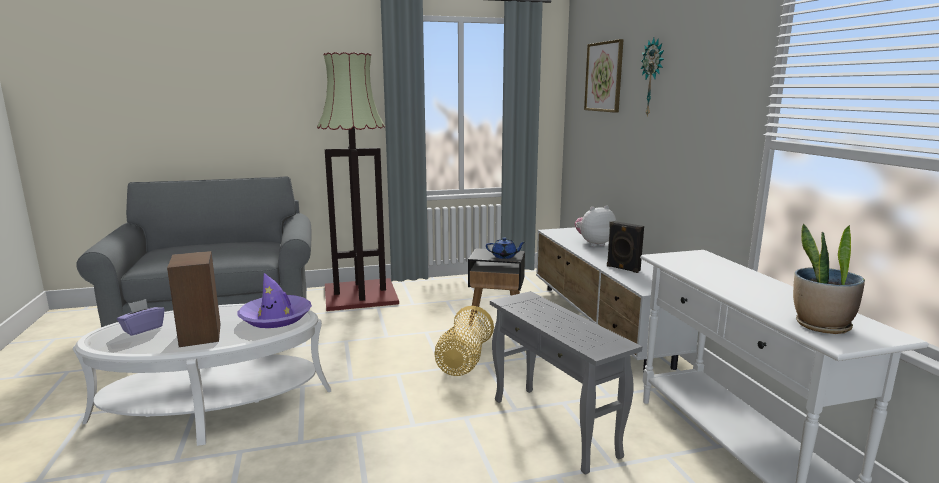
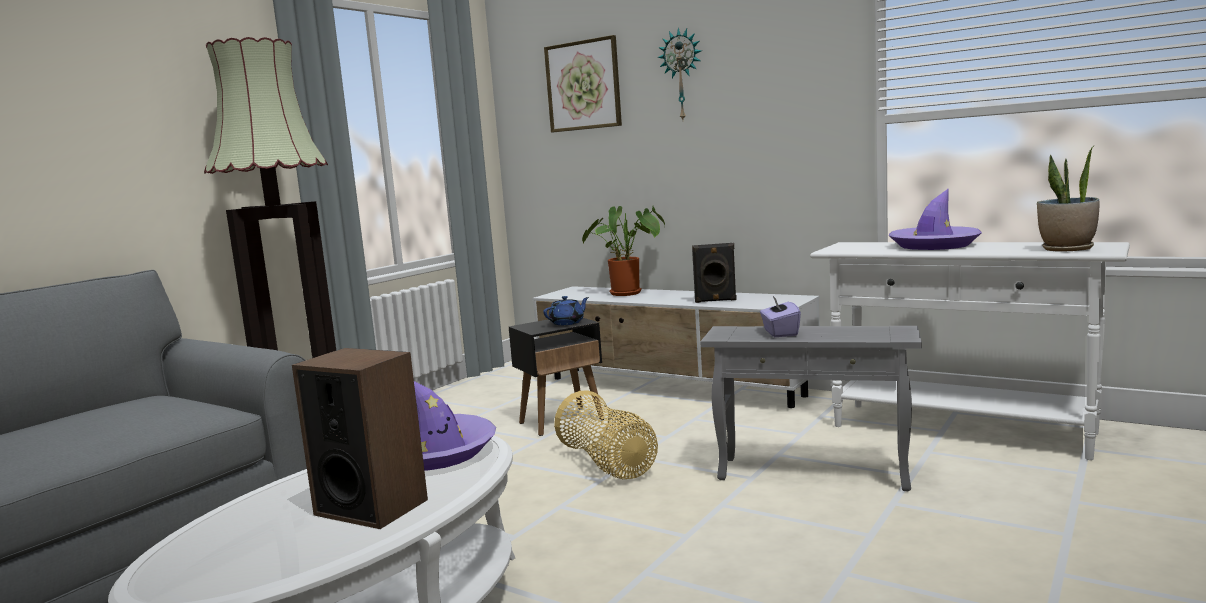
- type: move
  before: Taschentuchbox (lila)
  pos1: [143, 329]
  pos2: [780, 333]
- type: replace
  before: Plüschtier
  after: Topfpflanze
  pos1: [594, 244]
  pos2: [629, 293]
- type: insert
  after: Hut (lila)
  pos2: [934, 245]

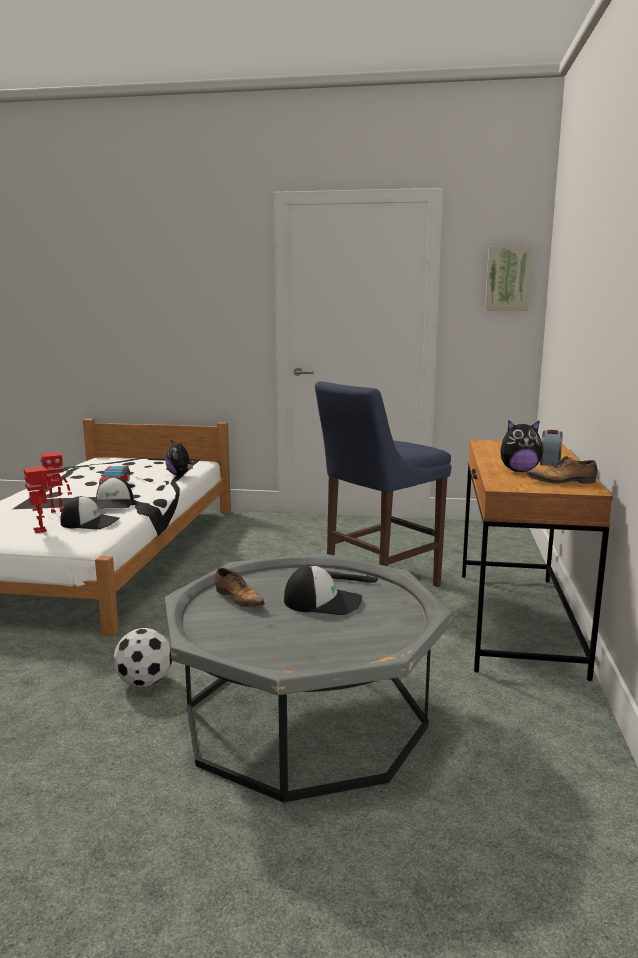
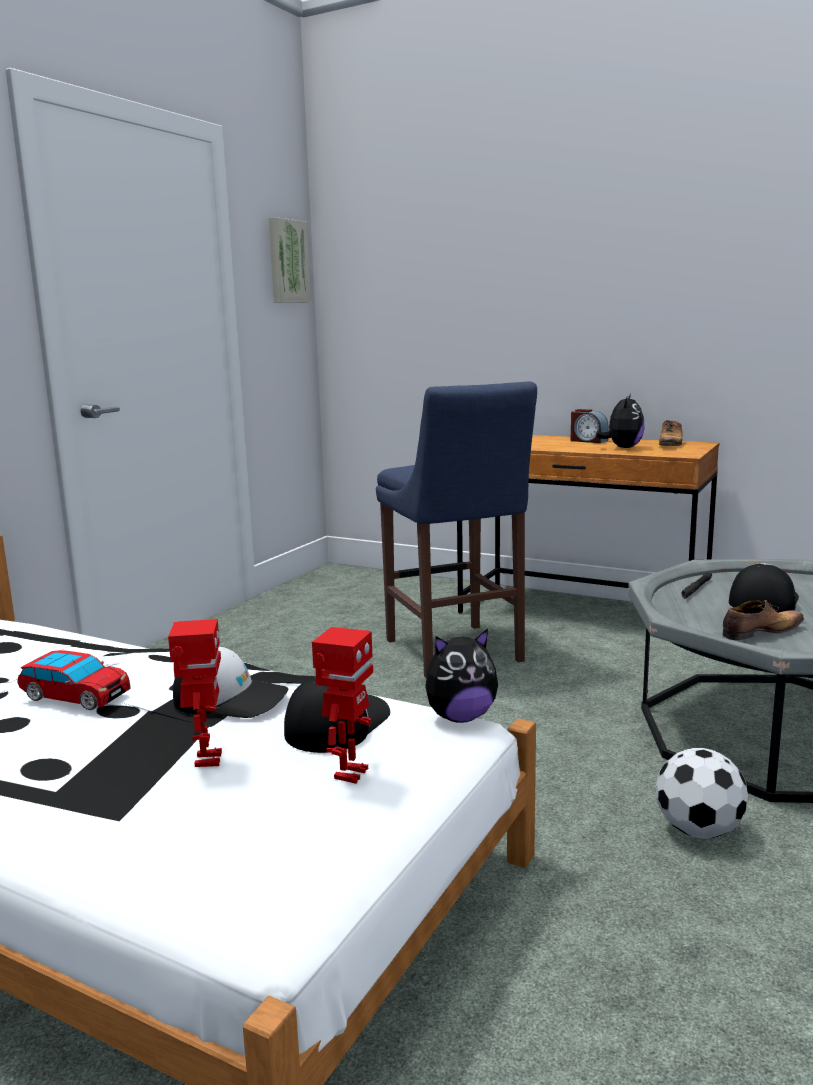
- type: rotate
  before: Spielzeugroboter
  pos1: [41, 530]
  pos2: [349, 773]
  turn: -60
- type: move
  before: Plüschtier
  pos1: [180, 475]
  pos2: [460, 717]

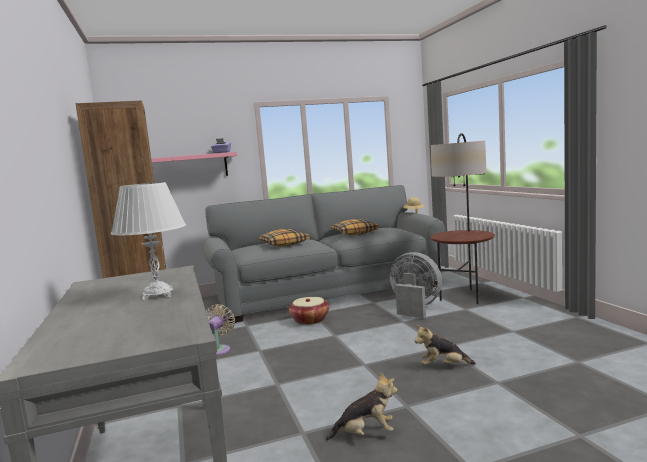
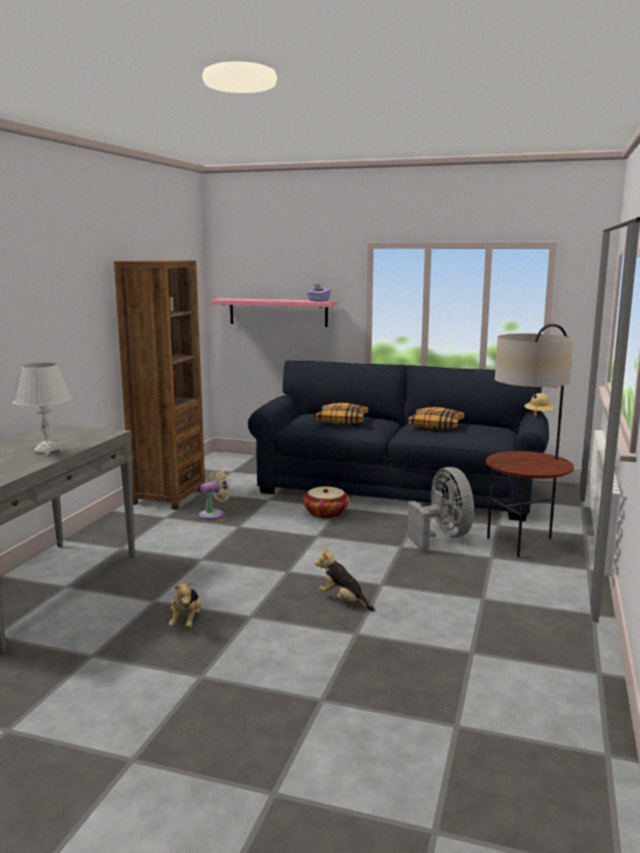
- type: recolor
  before: Sofa (grau)
  after: Sofa (blau)
  pos1: [327, 292]
  pos2: [397, 489]
- type: rotate
  before: Plüschtier
  pos1: [366, 434]
  pos2: [187, 621]
  turn: 60

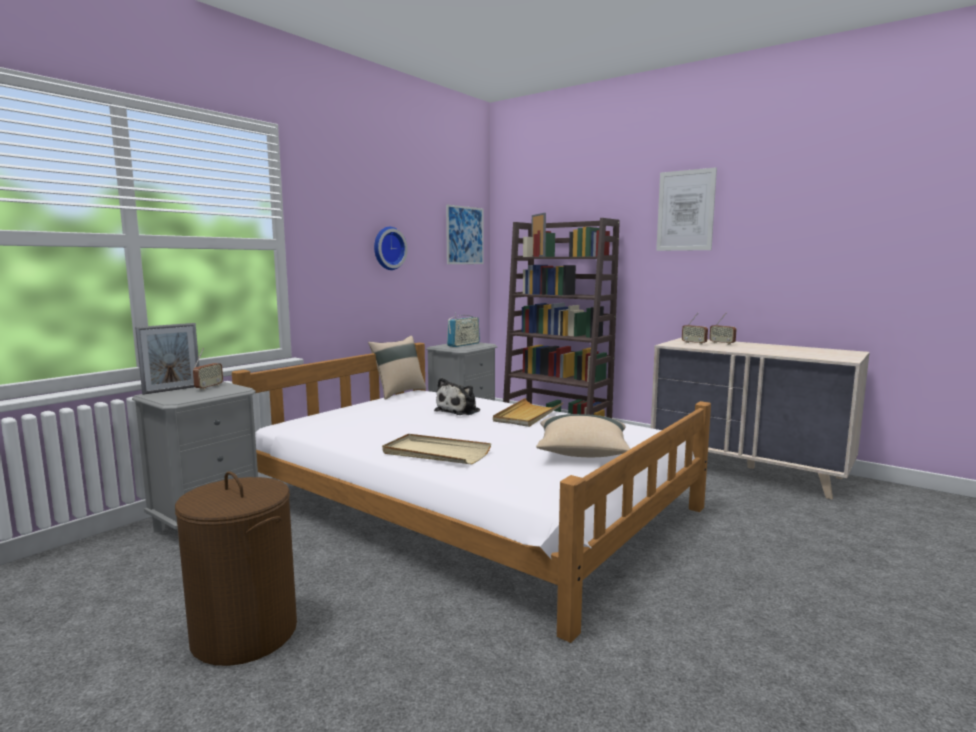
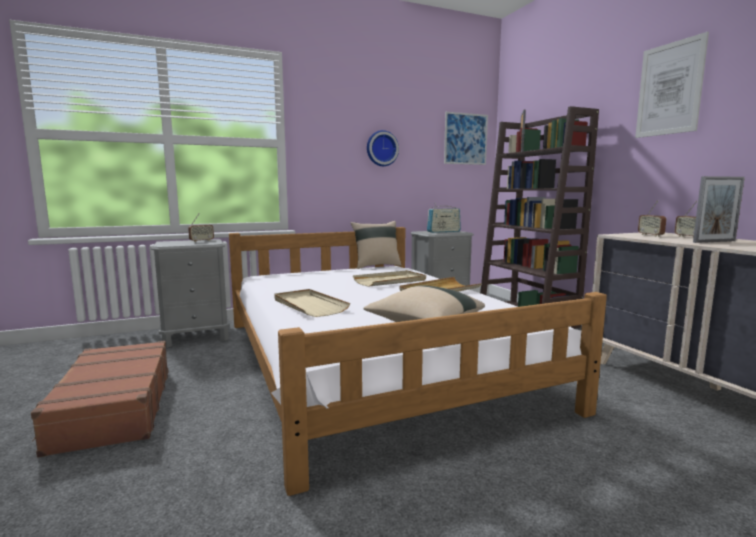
- type: move
  before: Bilderrahmen
  pos1: [172, 390]
  pos2: [714, 241]
- type: replace
  before: Wäschekorb (braun)
  after: Koffer (braun)
  pos1: [245, 634]
  pos2: [113, 408]
- type: replace
  before: Plüschtier
  after: Tablett (beige)
  pos1: [459, 411]
  pos2: [390, 281]

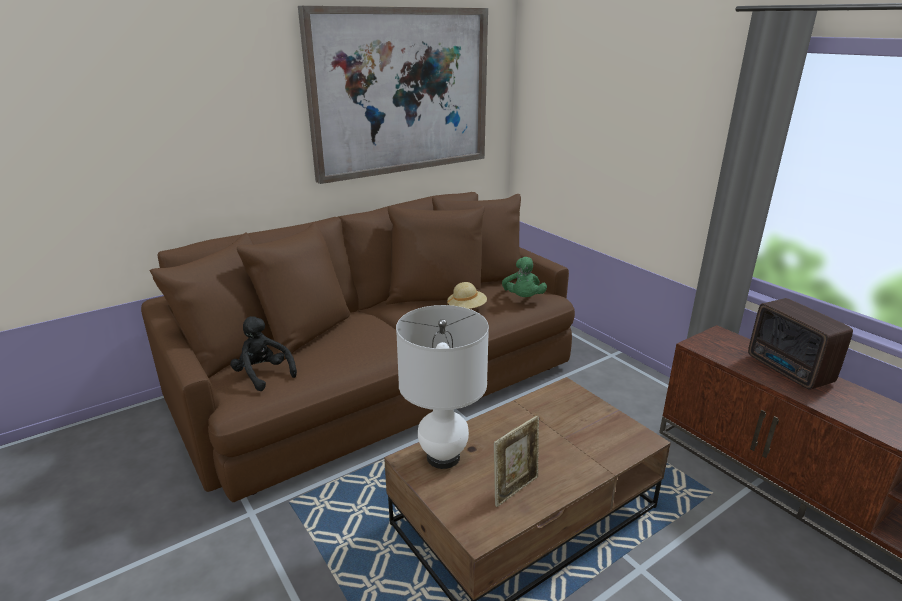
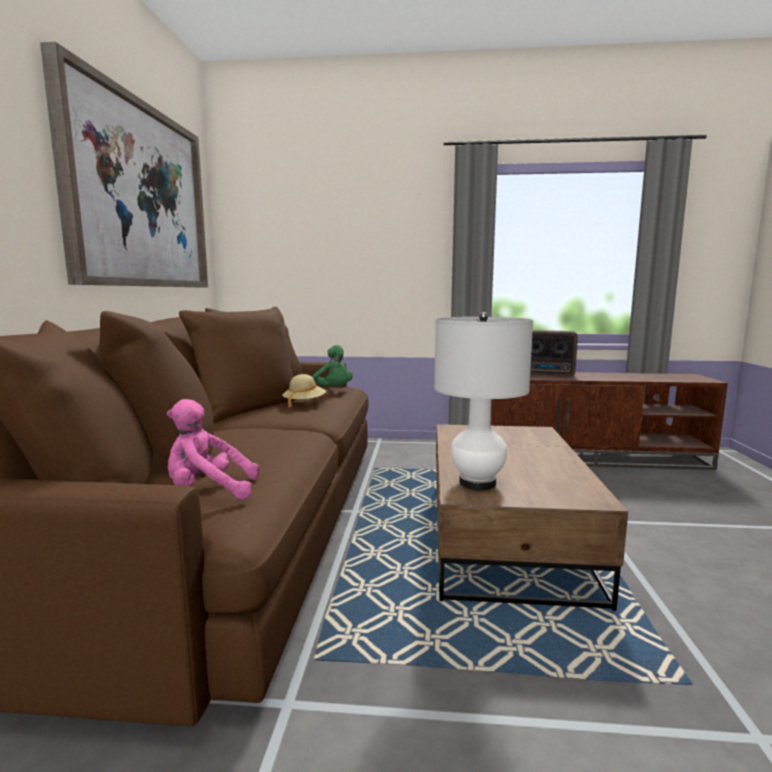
- type: recolor
  before: Plüschtier (schwarz)
  after: Plüschtier (rosa)
  pos1: [263, 374]
  pos2: [208, 492]
- type: delete
  before: Bilderrahmen
  pos1: [515, 489]

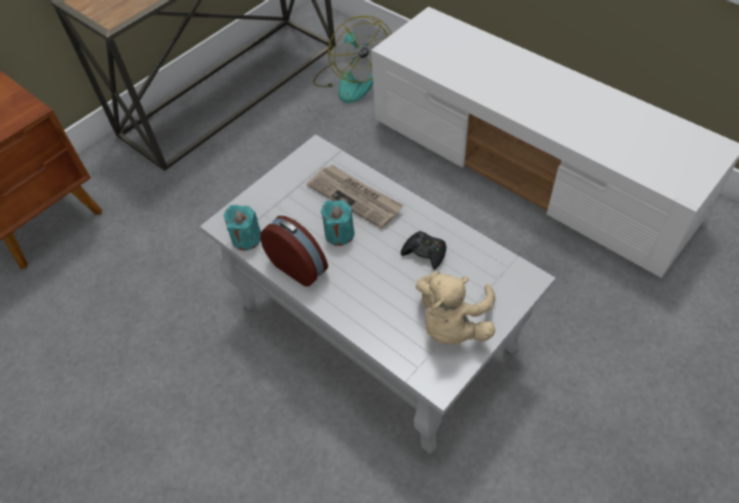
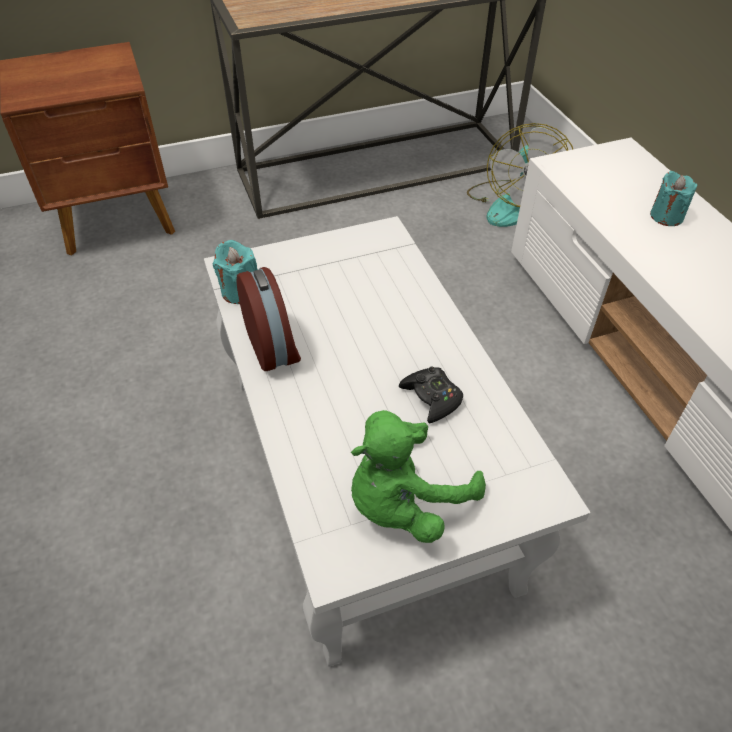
- type: delete
  before: Zeitung
  pos1: [356, 197]
- type: move
  before: Kerze (türkis)
  pos1: [339, 234]
  pos2: [666, 216]
- type: recolor
  before: Plüschtier (beige)
  after: Plüschtier (grün)
  pos1: [452, 324]
  pos2: [405, 501]

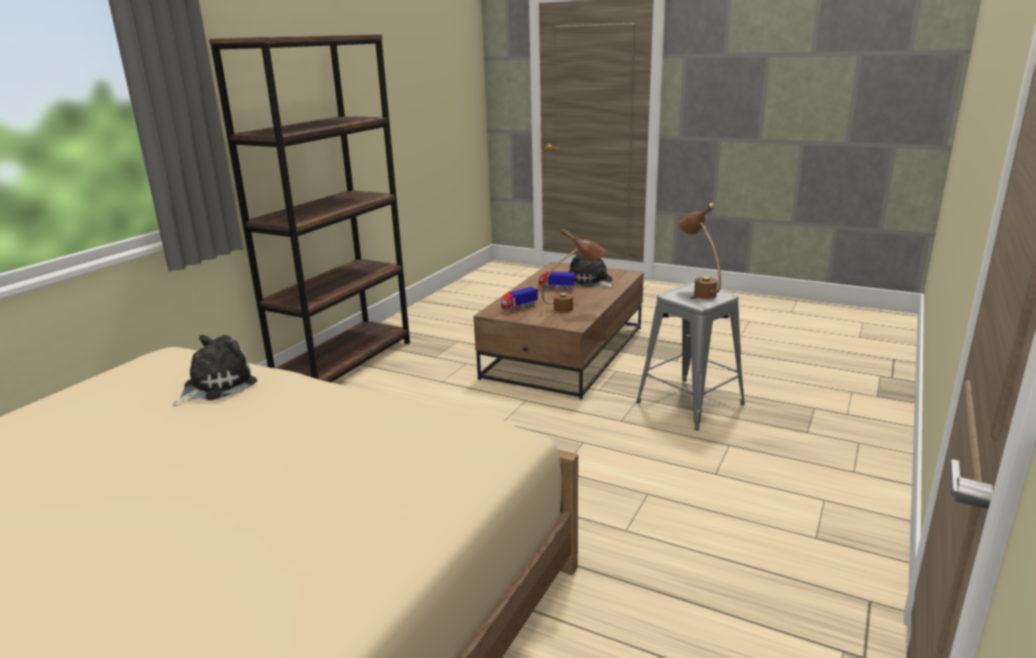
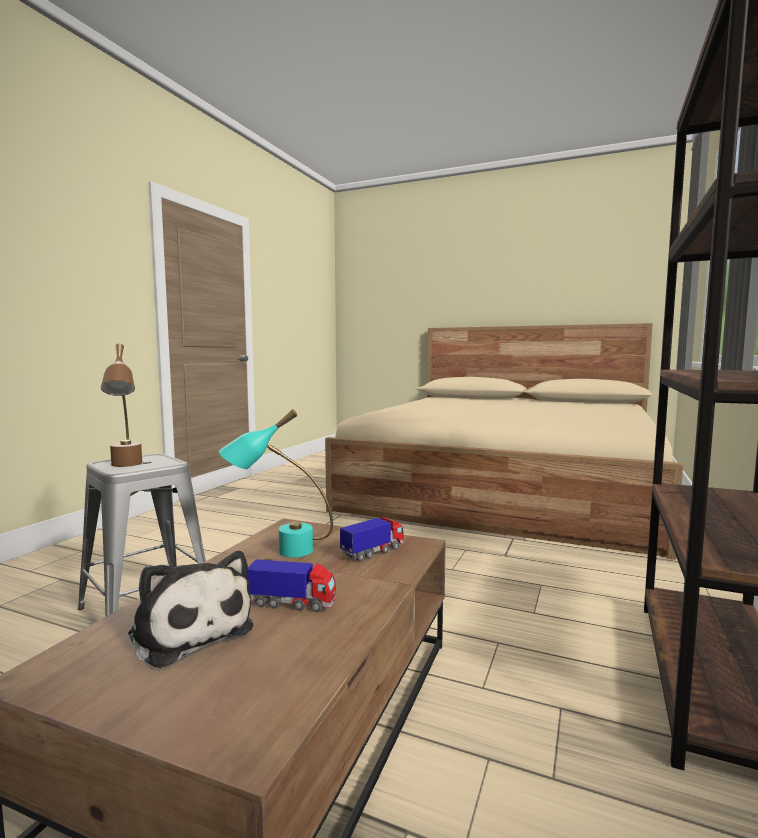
- type: delete
  before: Plüschtier
  pos1: [216, 386]
- type: recolor
  before: Tischlampe (braun)
  after: Tischlampe (türkis)
  pos1: [573, 308]
  pos2: [278, 551]

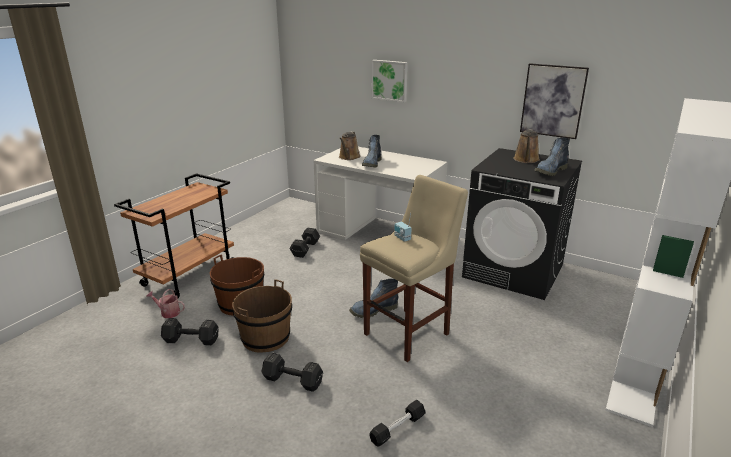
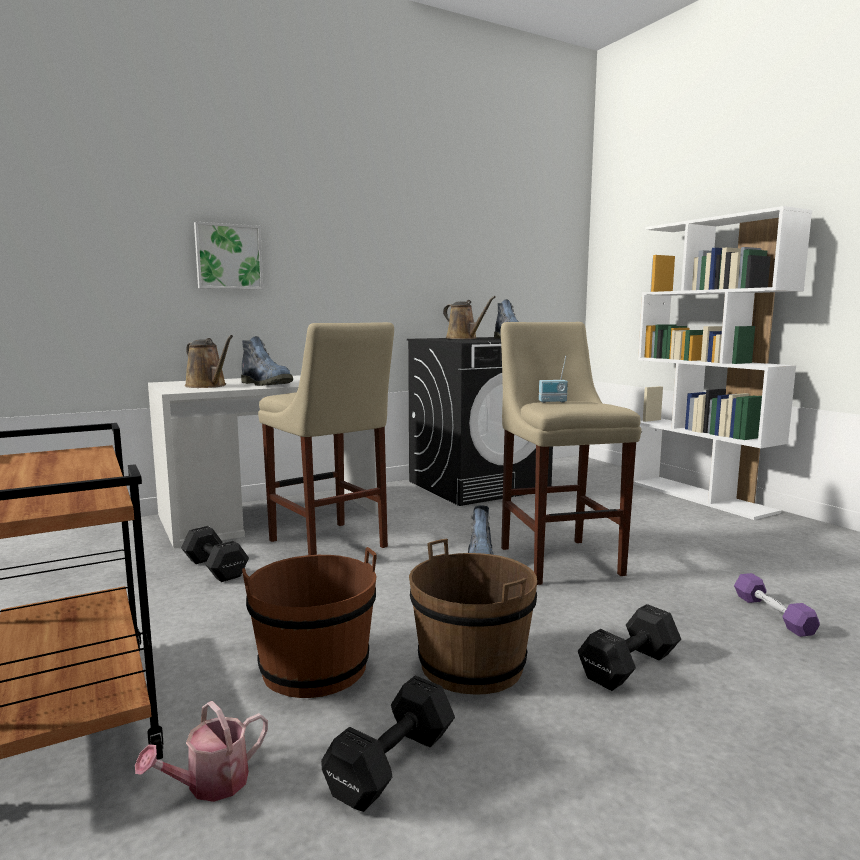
- type: recolor
  before: Hantel (schwarz)
  after: Hantel (lila)
  pos1: [397, 428]
  pos2: [773, 614]
- type: delete
  before: Bild
  pos1: [553, 101]
- type: insert
  after: Hocker (beige)
  pos2: [330, 545]

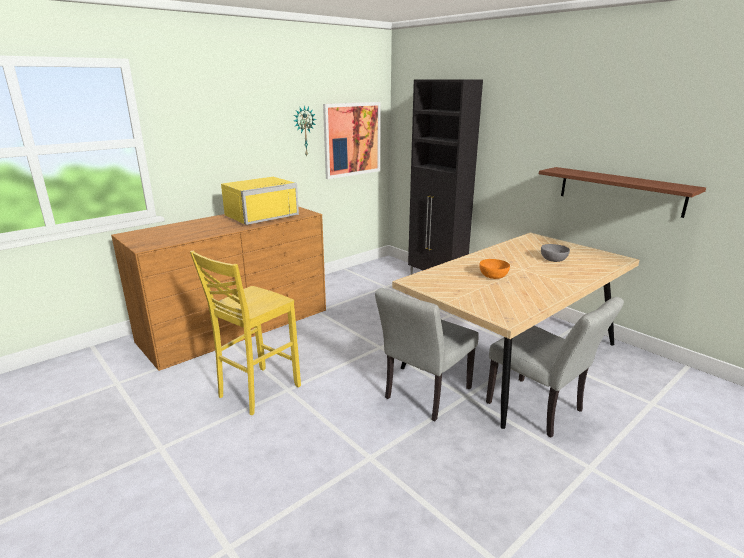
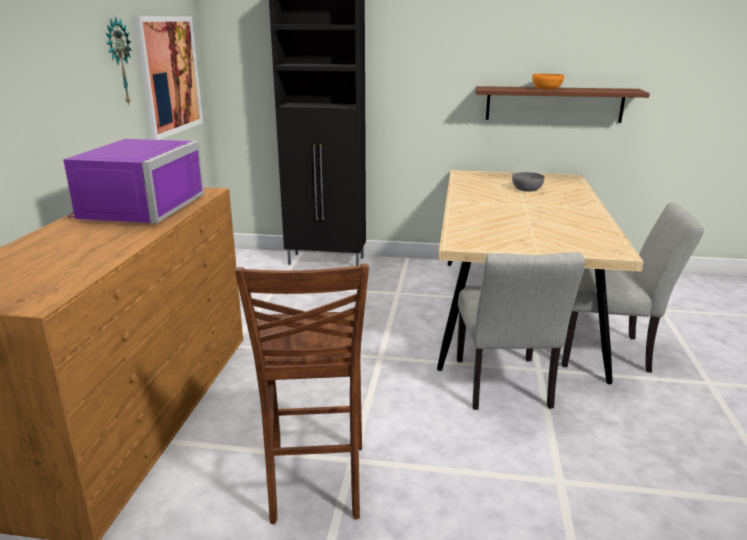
- type: recolor
  before: Hocker (gelb)
  after: Hocker (braun)
  pos1: [257, 391]
  pos2: [315, 485]
- type: recolor
  before: Mikrowelle (gelb)
  after: Mikrowelle (lila)
  pos1: [259, 216]
  pos2: [136, 208]
- type: move
  before: Schüssel (orange)
  pos1: [493, 276]
  pos2: [546, 89]

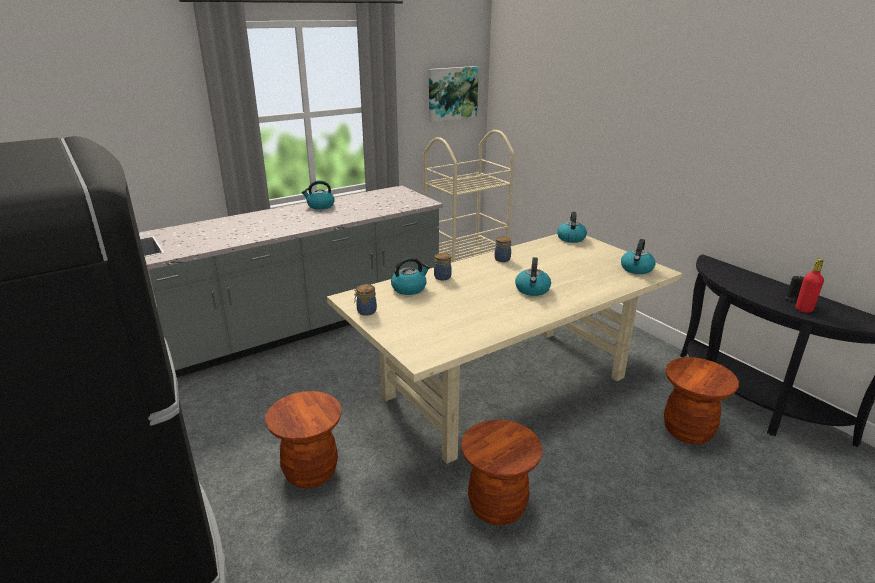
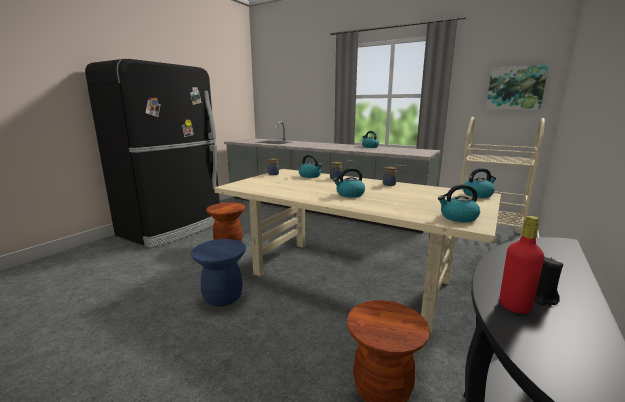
- type: recolor
  before: Hocker (braun)
  after: Hocker (blau)
  pos1: [497, 506]
  pos2: [223, 297]

